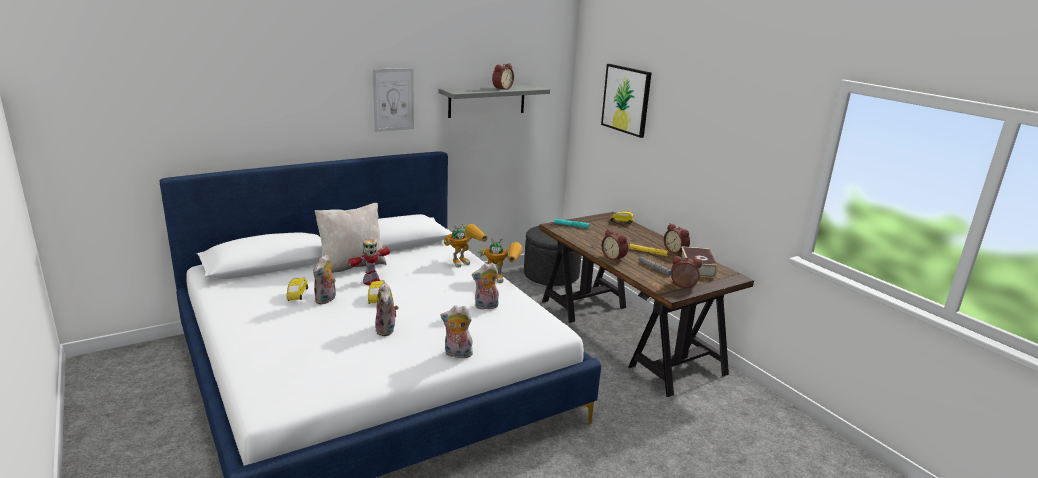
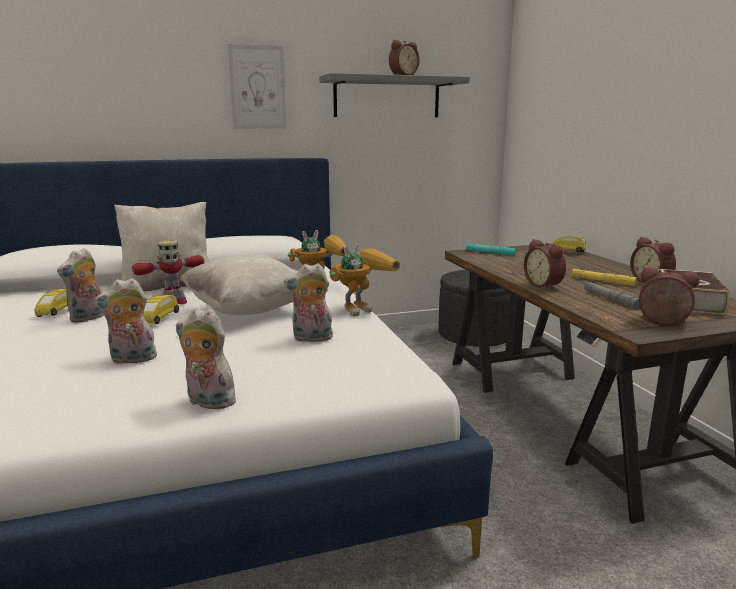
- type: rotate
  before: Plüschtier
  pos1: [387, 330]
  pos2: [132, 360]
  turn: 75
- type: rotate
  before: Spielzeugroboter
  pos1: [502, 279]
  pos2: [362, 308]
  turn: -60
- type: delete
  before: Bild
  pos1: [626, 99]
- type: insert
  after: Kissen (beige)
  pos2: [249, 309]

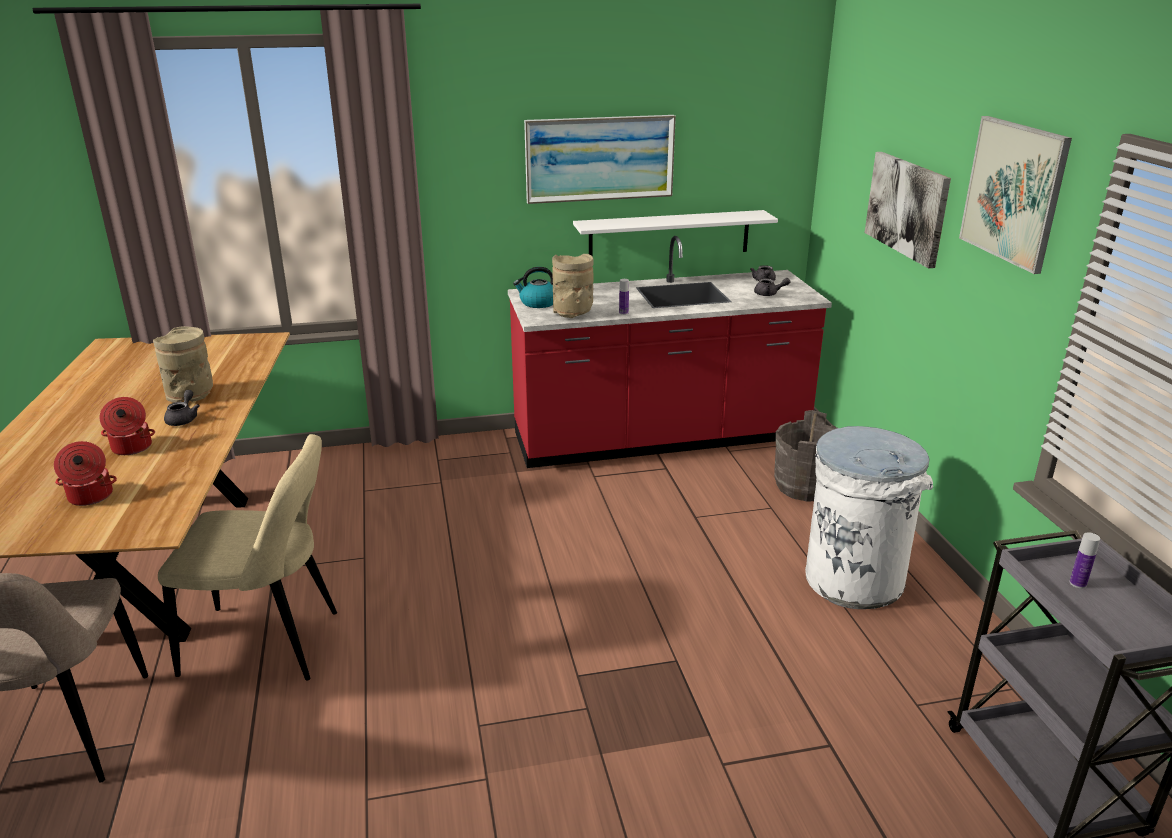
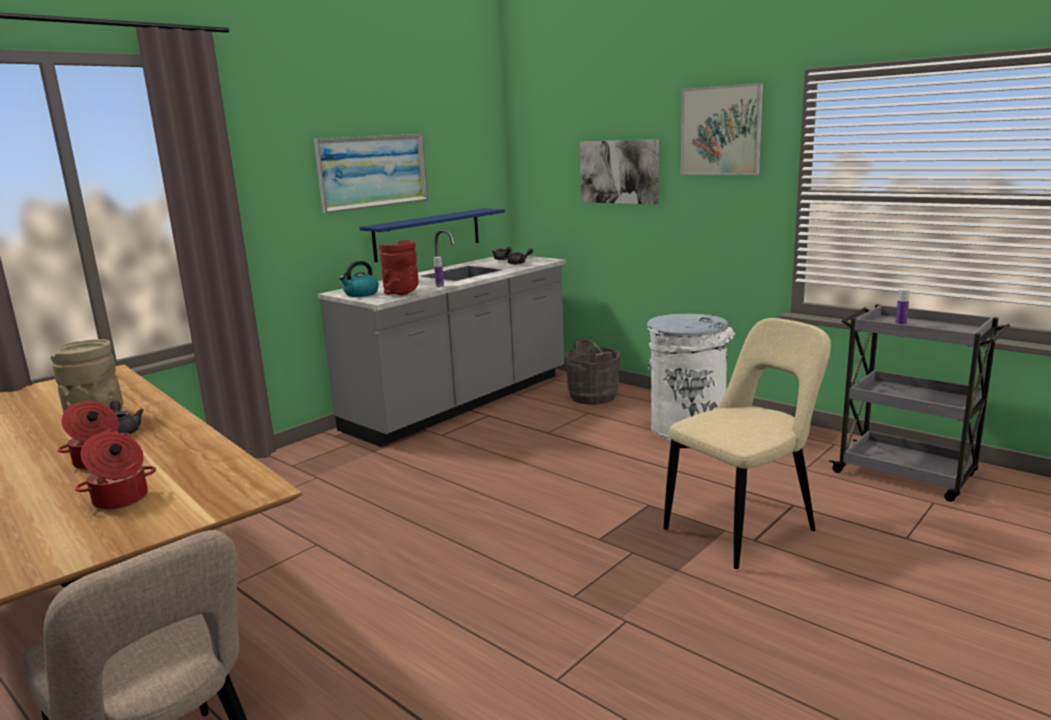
- type: move
  before: Stuhl (beige)
  pos1: [268, 644]
  pos2: [744, 528]
- type: recolor
  before: Küchenzeile (rot)
  after: Küchenzeile (grau)
  pos1: [660, 439]
  pos2: [461, 402]
- type: recolor
  before: Vase (beige)
  after: Vase (rot)
  pos1: [572, 313]
  pos2: [401, 293]
- type: recolor
  before: Wandregal (weiß)
  after: Wandregal (blau)
  pos1: [669, 236]
  pos2: [428, 234]

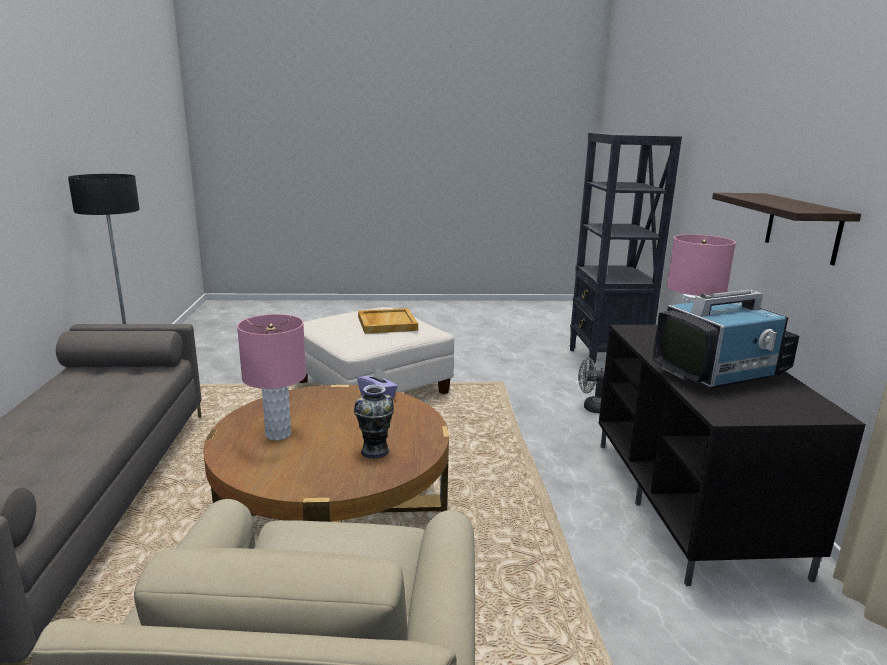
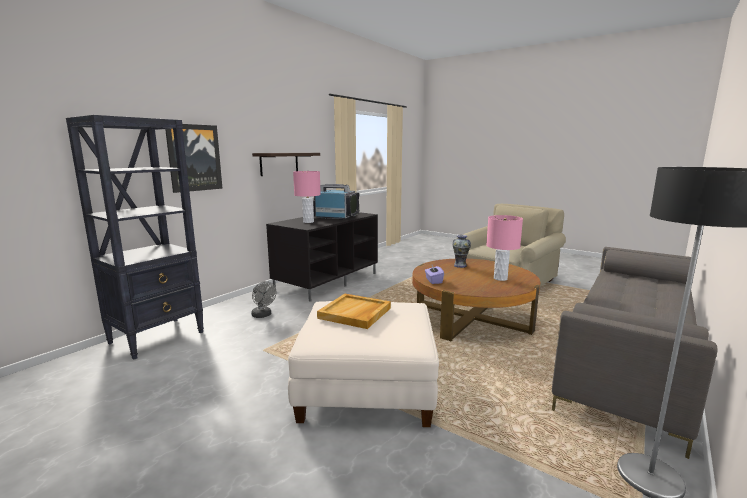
- type: insert
  after: Bild
  pos2: [194, 158]

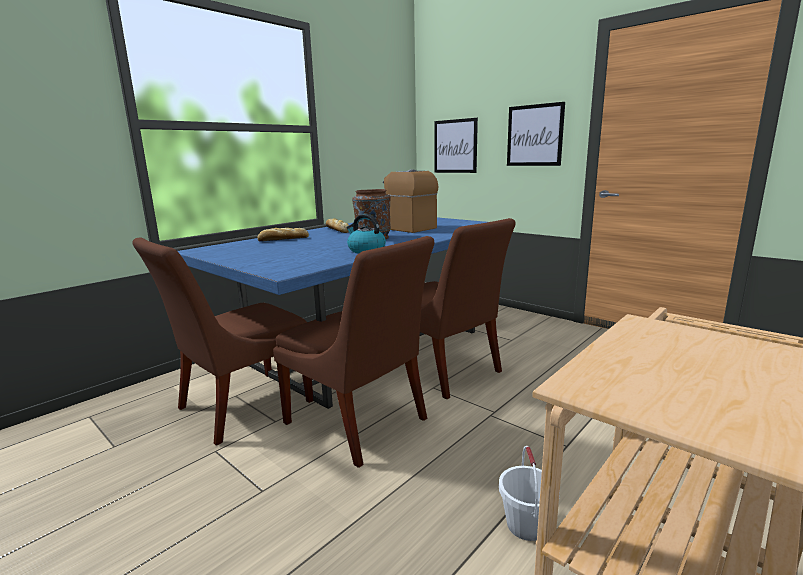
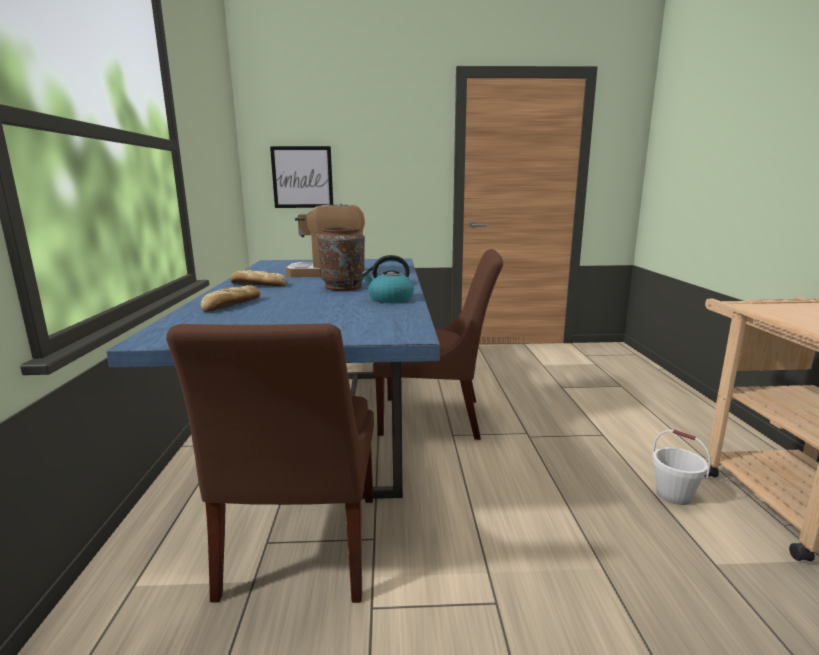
- type: delete
  before: Stuhl (braun)
  pos1: [359, 424]
- type: delete
  before: Bild
  pos1: [534, 135]

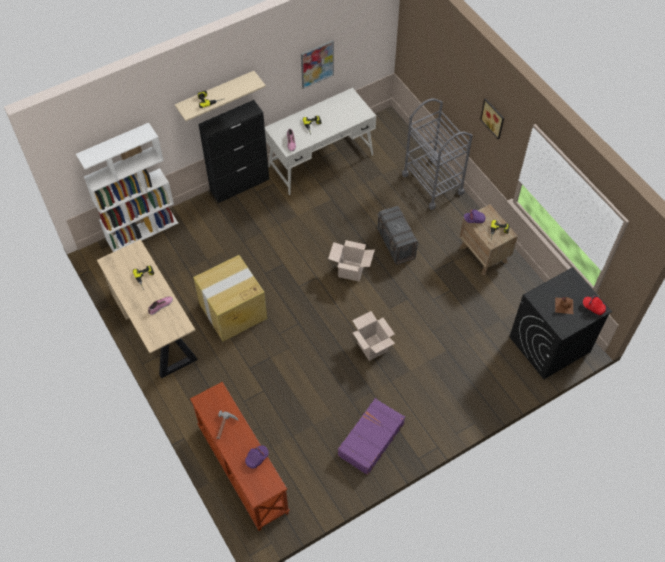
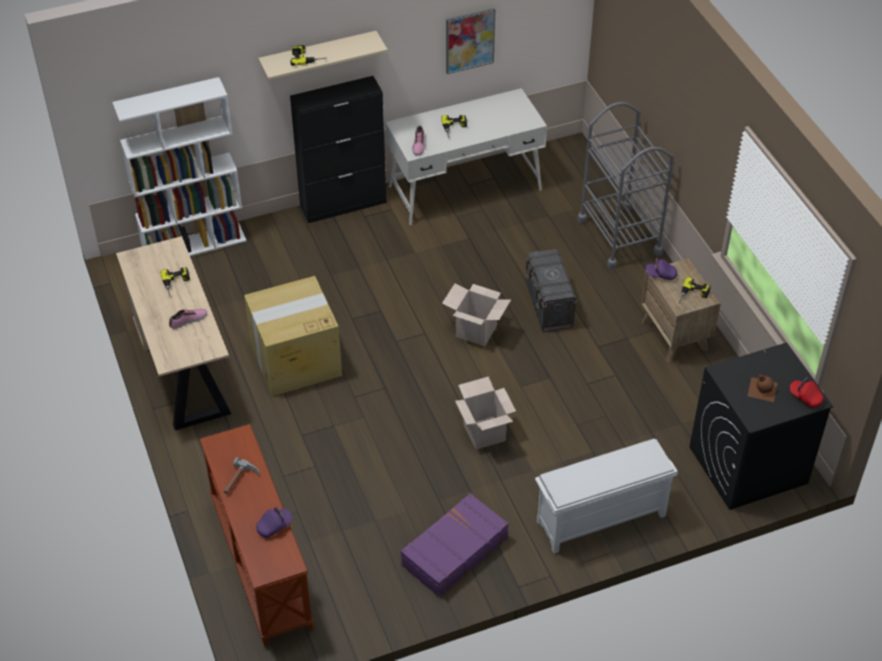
- type: delete
  before: Bild
  pos1: [493, 118]
- type: insert
  after: Schuhregal (weiß)
  pos2: [600, 519]

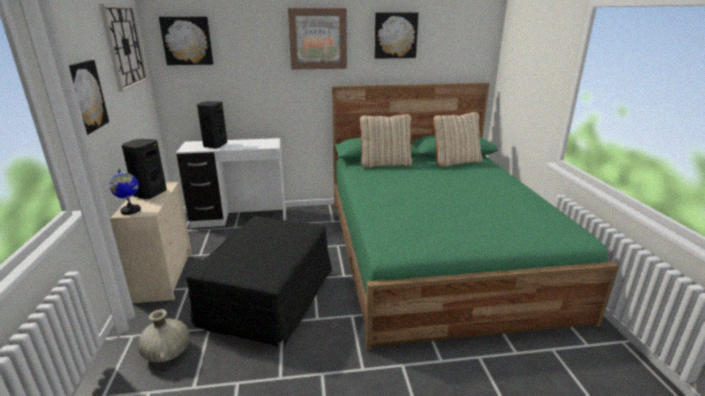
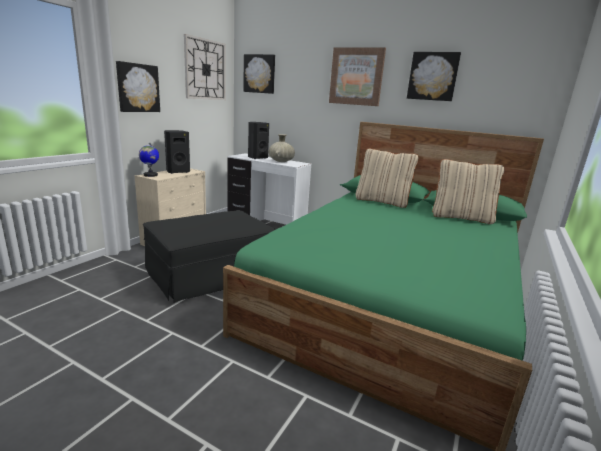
- type: move
  before: Vase (beige)
  pos1: [167, 353]
  pos2: [281, 161]

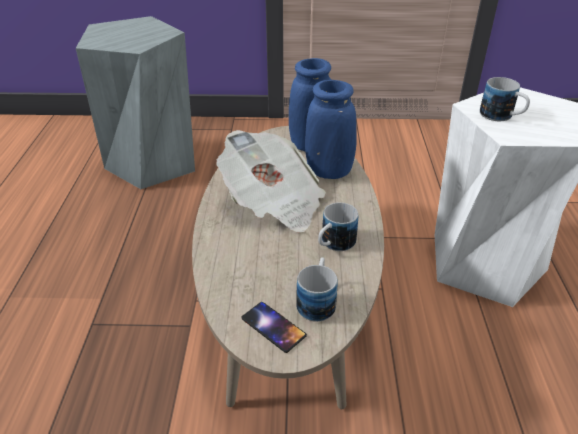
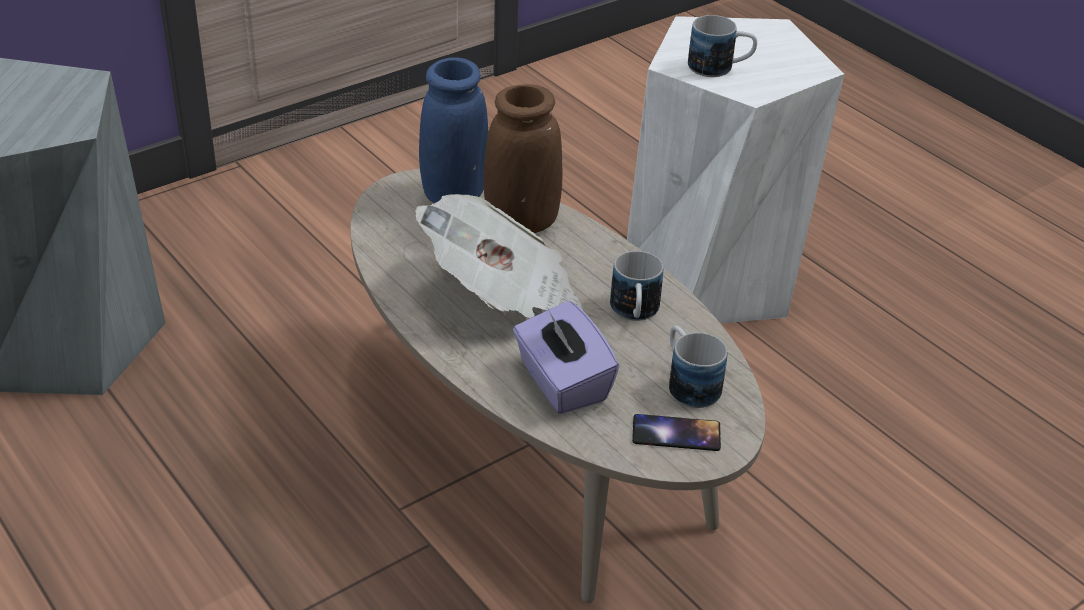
- type: recolor
  before: Vase (blau)
  after: Vase (braun)
  pos1: [328, 171]
  pos2: [521, 223]
- type: insert
  after: Taschentuchbox (lila)
  pos2: [562, 383]

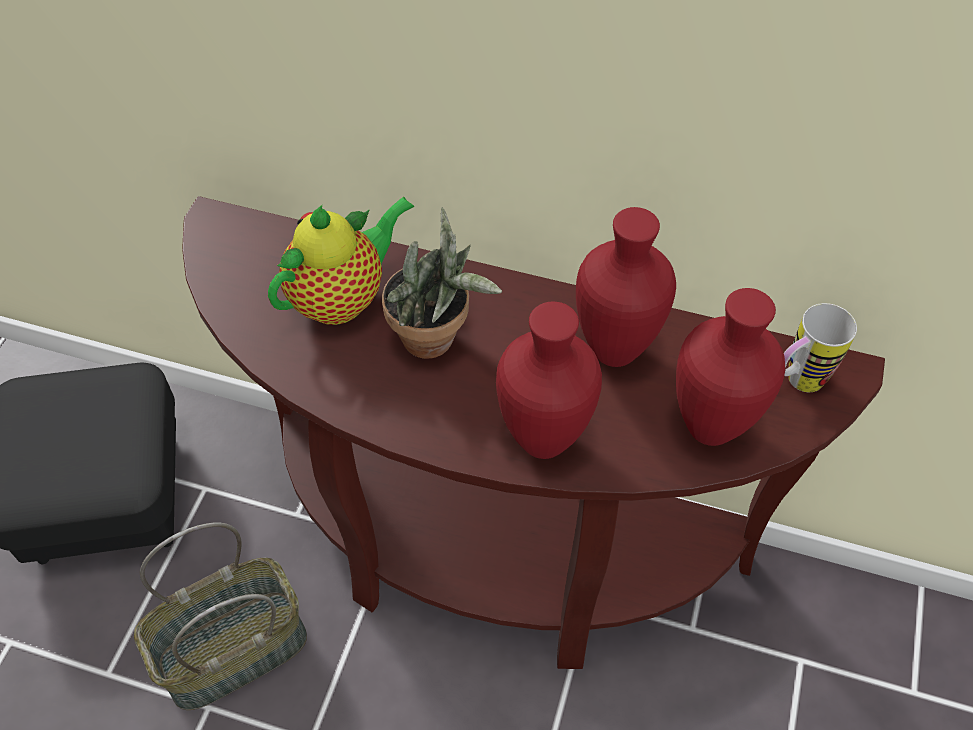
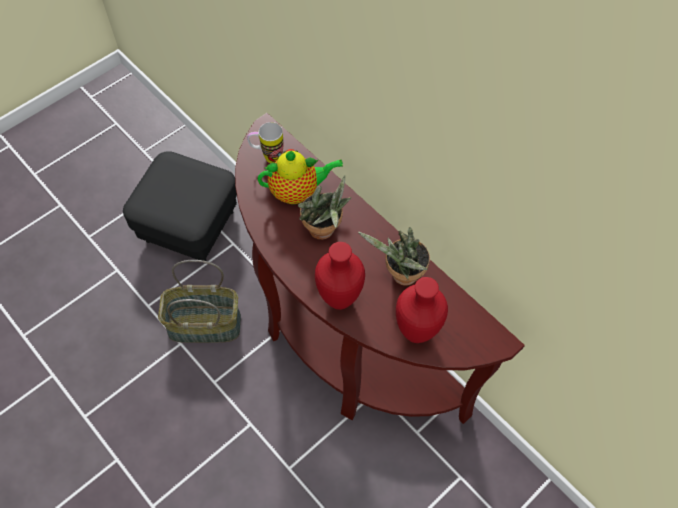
- type: replace
  before: Vase (rot)
  after: Topfpflanze
  pos1: [617, 349]
  pos2: [401, 276]
- type: move
  before: Henkelbecher
  pos1: [796, 383]
  pos2: [267, 157]

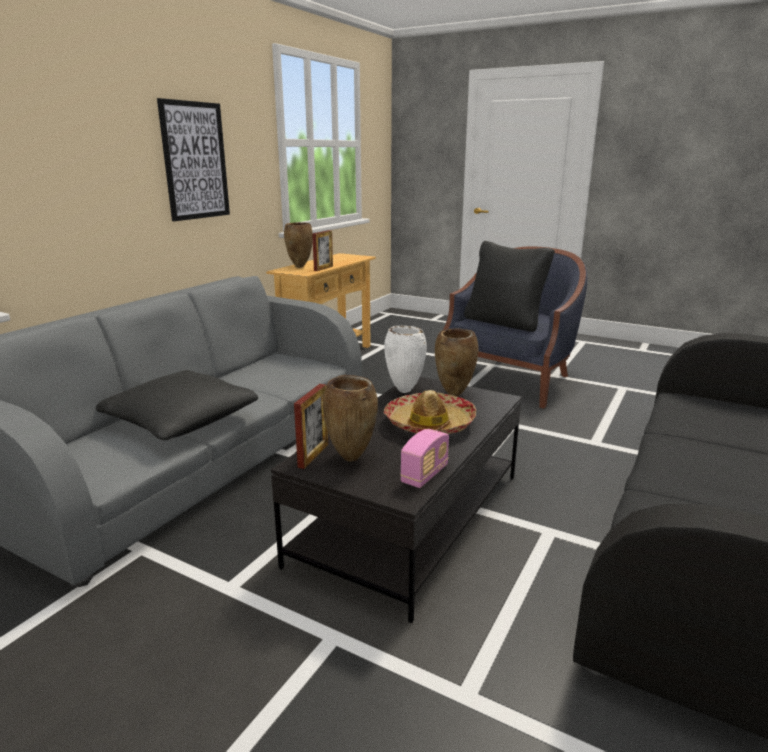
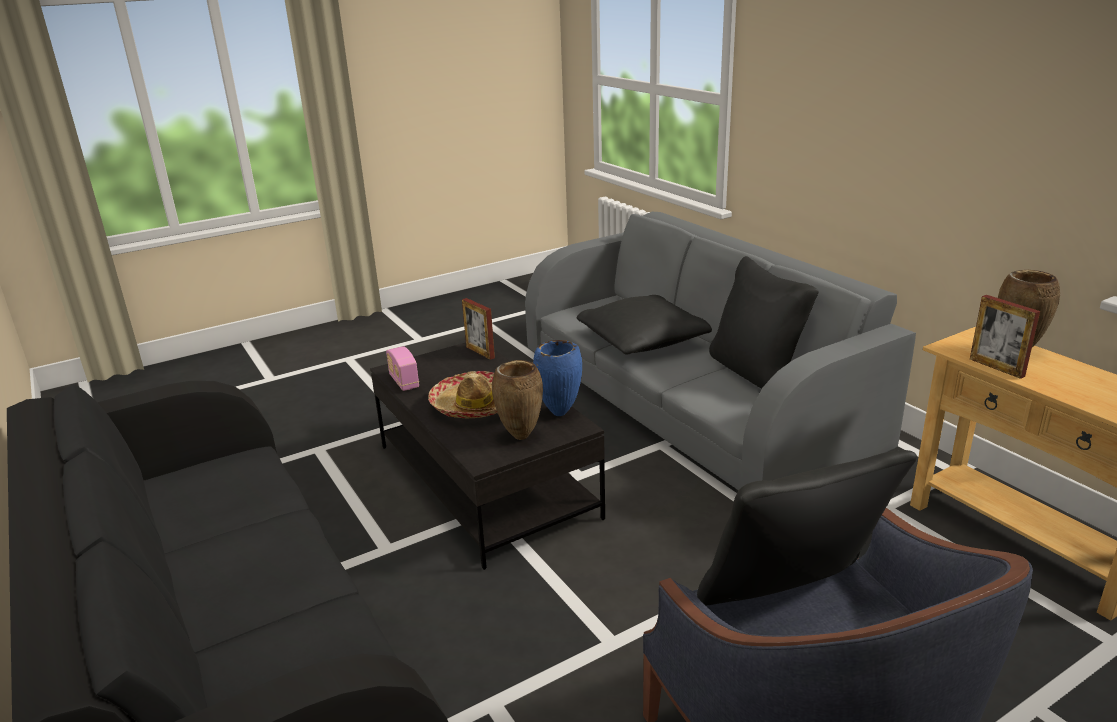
- type: delete
  before: Bild
  pos1: [195, 161]
- type: delete
  before: Vase (braun)
  pos1: [352, 458]
- type: recolor
  before: Vase (weiß)
  after: Vase (blau)
  pos1: [405, 391]
  pos2: [559, 414]
- type: insert
  after: Kissen (schwarz)
  pos2: [756, 372]

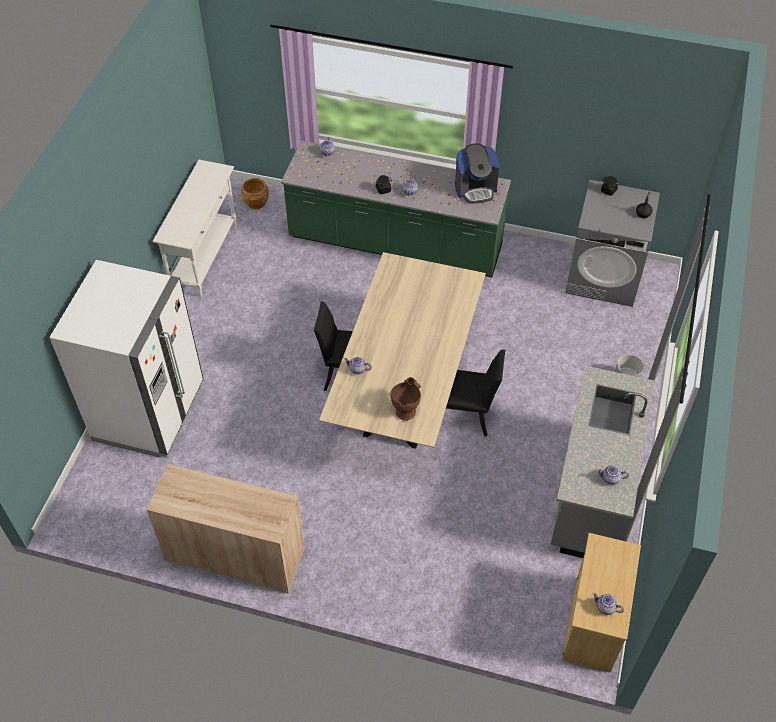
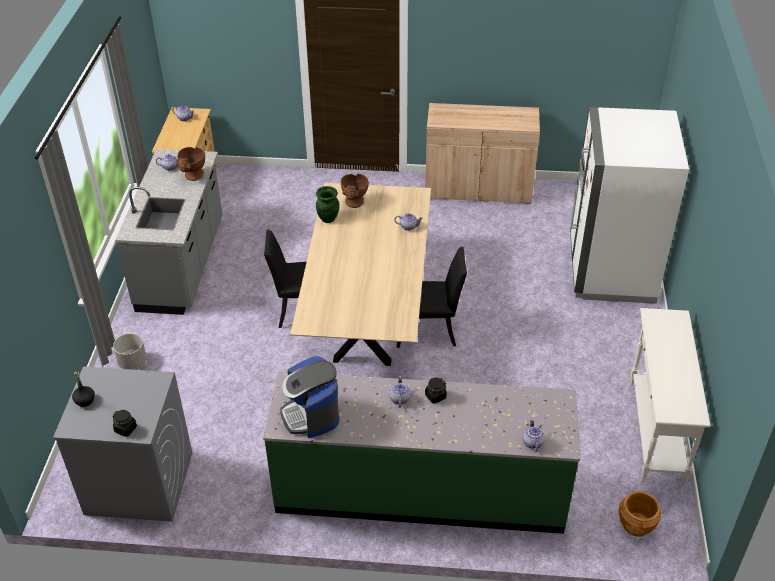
- type: rotate
  before: Kaffeemaschine
  pos1: [475, 189]
  pos2: [311, 415]
  turn: -90
- type: insert
  after: Vase (braun)
  pos2: [193, 177]
- type: insert
  after: Vase (grün)
  pos2: [327, 219]

